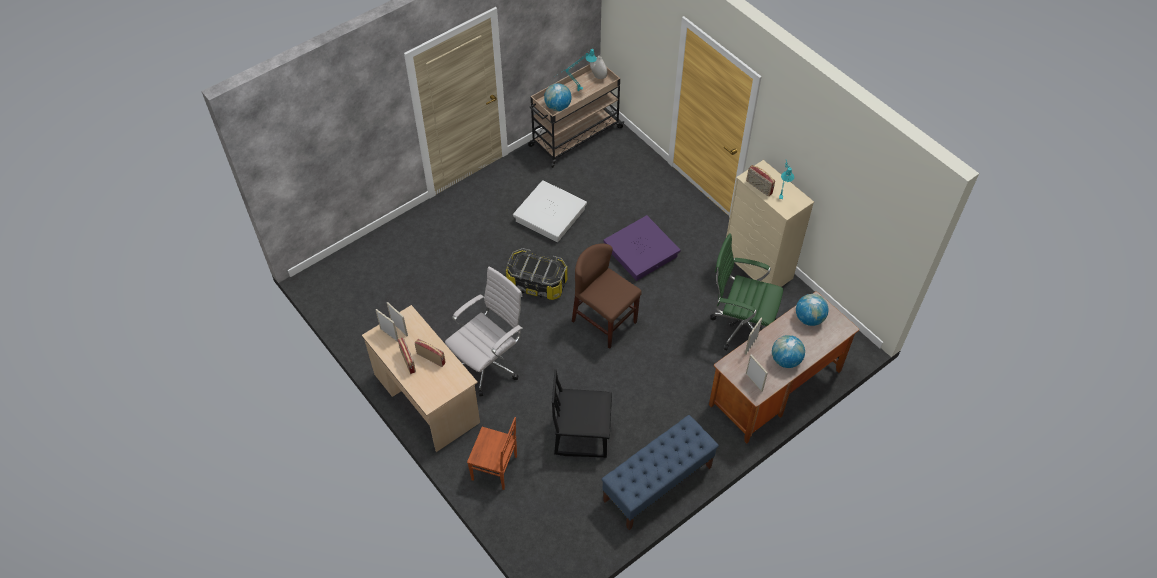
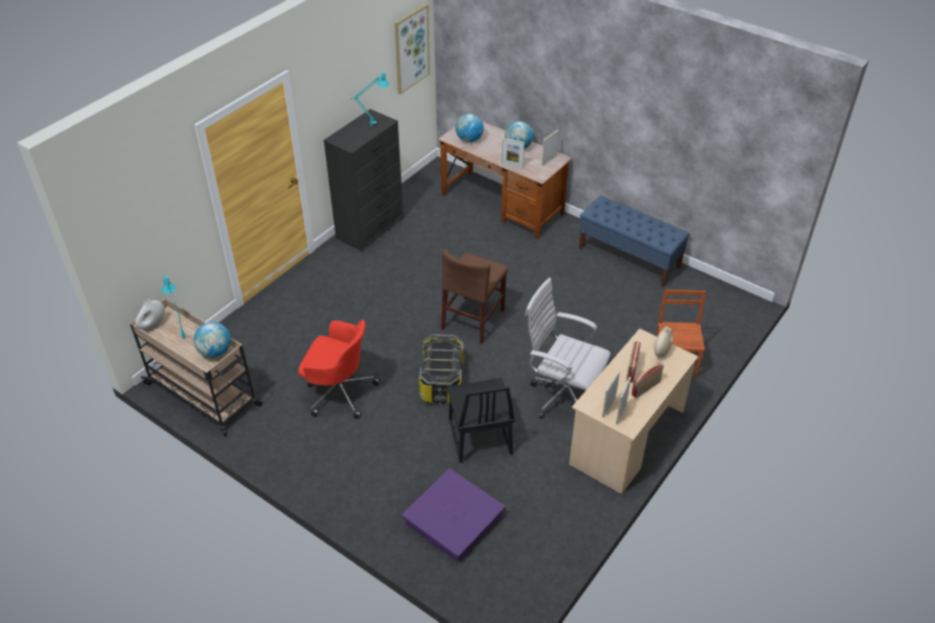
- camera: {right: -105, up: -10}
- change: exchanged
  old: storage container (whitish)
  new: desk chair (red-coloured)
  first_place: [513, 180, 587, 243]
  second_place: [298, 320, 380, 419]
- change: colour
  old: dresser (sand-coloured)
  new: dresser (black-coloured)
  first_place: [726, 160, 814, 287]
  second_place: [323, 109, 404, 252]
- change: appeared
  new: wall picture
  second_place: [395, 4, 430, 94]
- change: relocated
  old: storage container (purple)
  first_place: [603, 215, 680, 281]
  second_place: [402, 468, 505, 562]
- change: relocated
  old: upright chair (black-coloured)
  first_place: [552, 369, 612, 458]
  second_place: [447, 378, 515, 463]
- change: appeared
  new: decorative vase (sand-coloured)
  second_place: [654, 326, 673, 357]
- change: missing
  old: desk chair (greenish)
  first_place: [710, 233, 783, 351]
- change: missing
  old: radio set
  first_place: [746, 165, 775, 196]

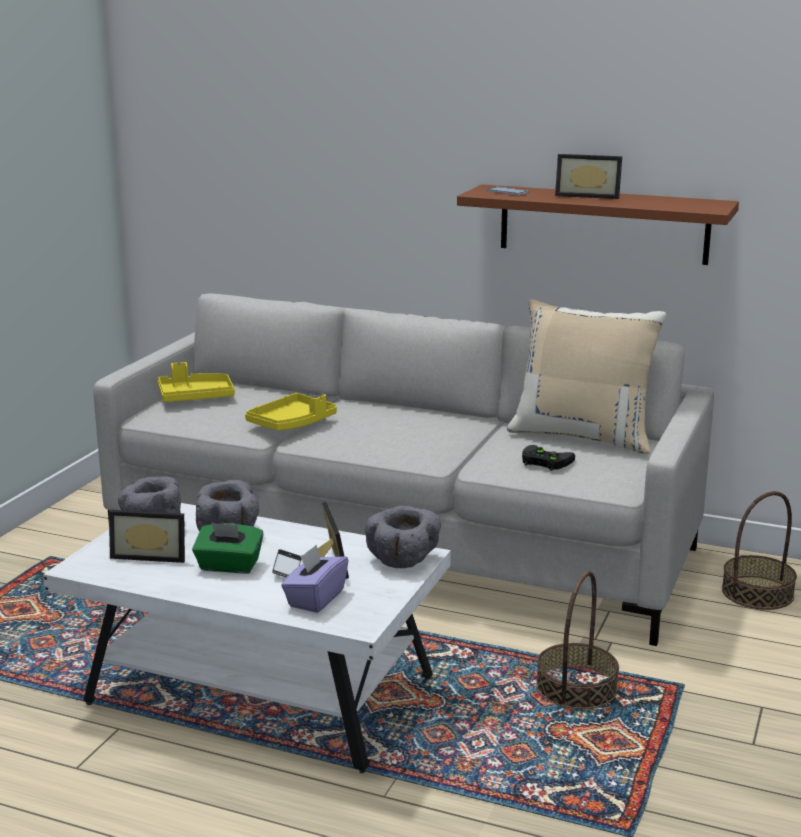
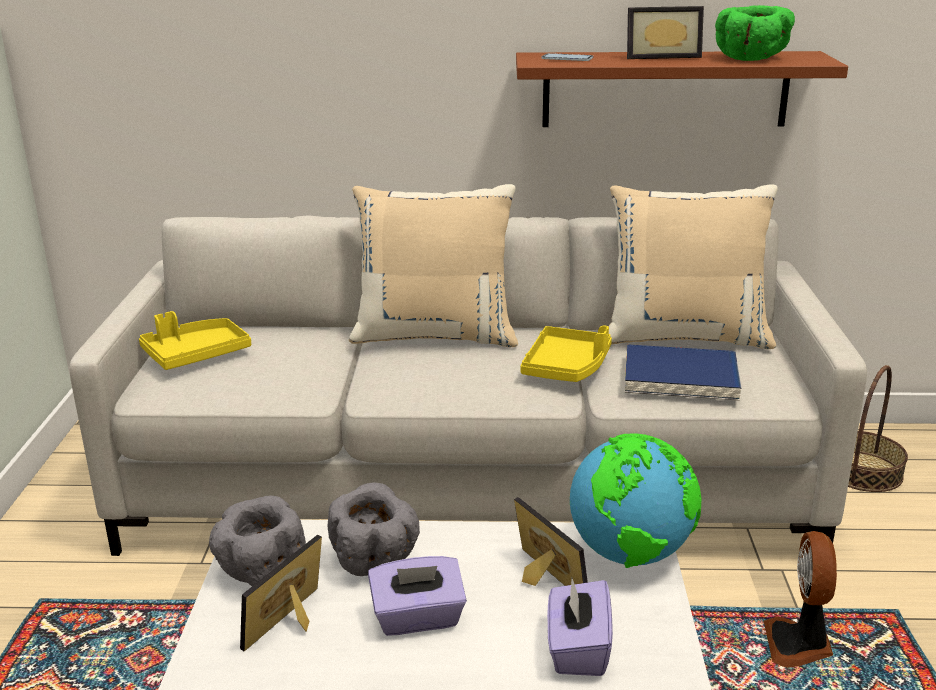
- camera: {right: -20, up: 5}
- change: spun
  old: photo frame
  first_place: [109, 510, 185, 563]
  second_place: [240, 535, 322, 651]
  degrees: 135
- change: appeared
  new: pillow (sand-coloured)
  second_place: [349, 184, 518, 347]
- change: colour
  old: tissue holder (greenish)
  new: tissue holder (purple)
  first_place: [192, 522, 263, 573]
  second_place: [368, 556, 467, 636]
- change: relocated
  old: carrying tray (yellow-coloured)
  first_place: [245, 393, 337, 431]
  second_place: [520, 326, 612, 382]
- change: exchanged
  old: bowl (grey)
  new: globe
  first_place: [364, 505, 441, 568]
  second_place: [570, 433, 701, 568]
- change: exchanged
  old: game controller (black-coloured)
  new: volume (blue-coloured)
  first_place: [522, 445, 575, 471]
  second_place: [625, 345, 741, 401]
- change: appeared
  new: bowl (greenish)
  second_place: [715, 5, 795, 61]
- change: exchanged
  old: household basket
  new: fan
  first_place: [536, 571, 619, 709]
  second_place: [764, 531, 837, 667]
- change: missing
  old: phone
  first_place: [272, 549, 301, 578]

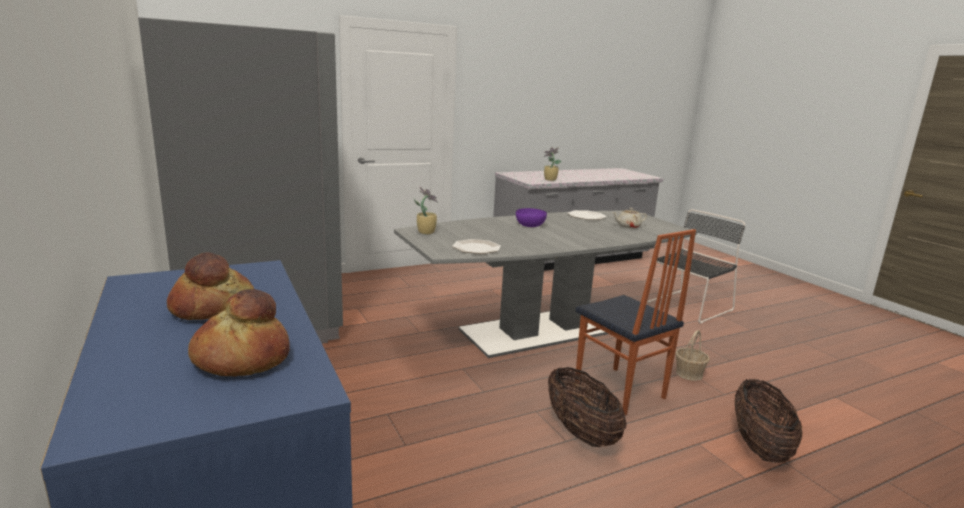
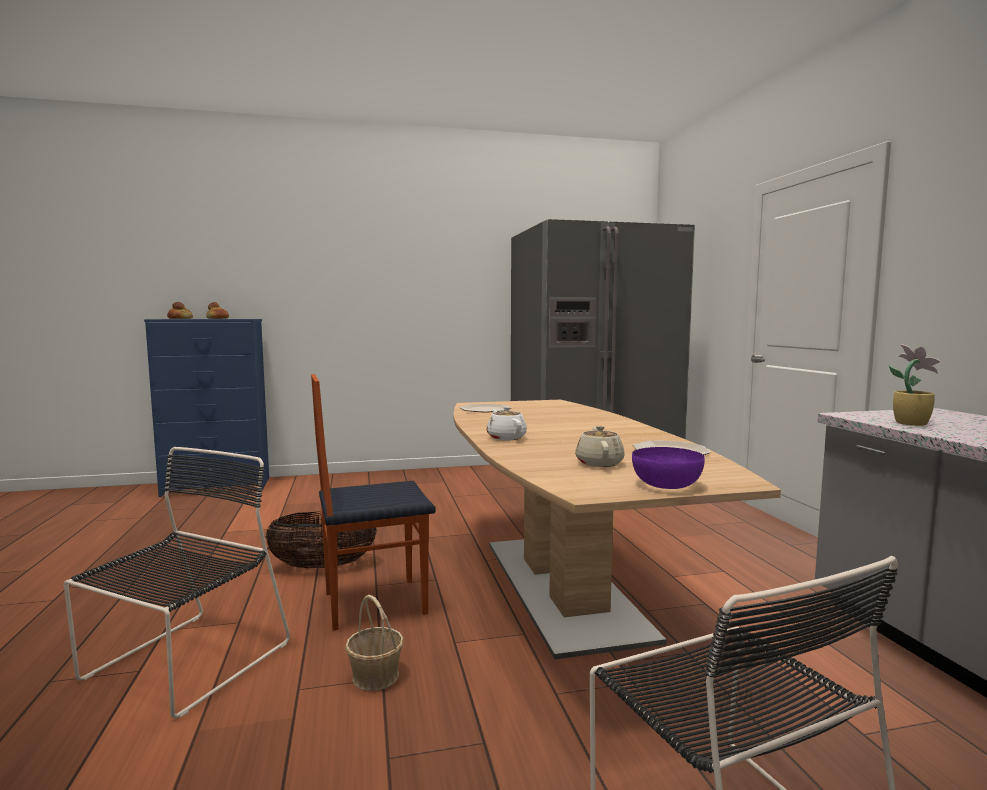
- camera: {right: 105, up: -10}
- change: exchanged
  old: household basket
  new: upright chair (black-coloured)
  first_place: [735, 379, 803, 463]
  second_place: [64, 447, 290, 718]
- change: colour
  old: dining table (grey)
  new: dining table (brown)
  first_place: [394, 211, 697, 358]
  second_place: [453, 400, 781, 659]
- change: appeared
  new: pot for tea (whitish)
  second_place: [487, 407, 527, 440]
- change: relocated
  old: bowl (purple)
  first_place: [516, 208, 547, 227]
  second_place: [632, 447, 705, 489]
- change: missing
  old: houseplant
  first_place: [414, 186, 438, 234]

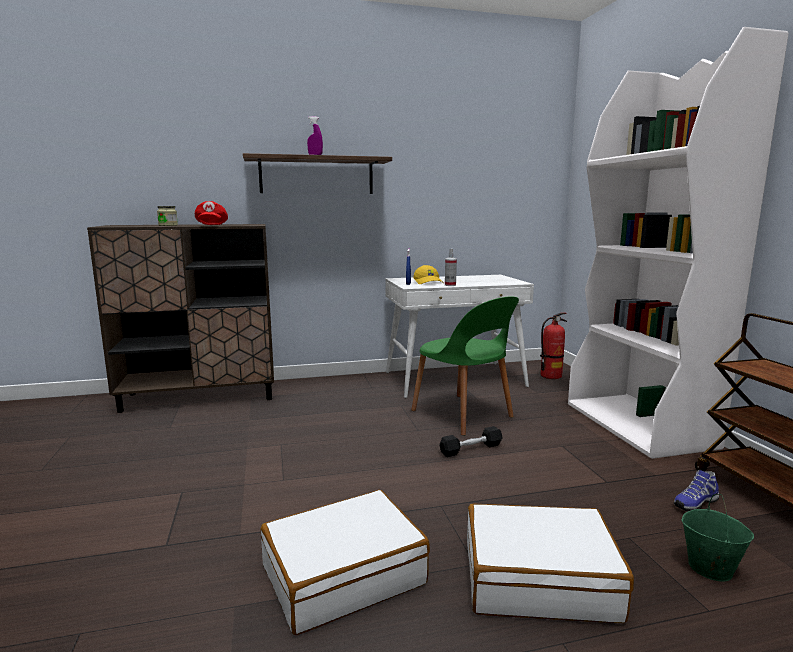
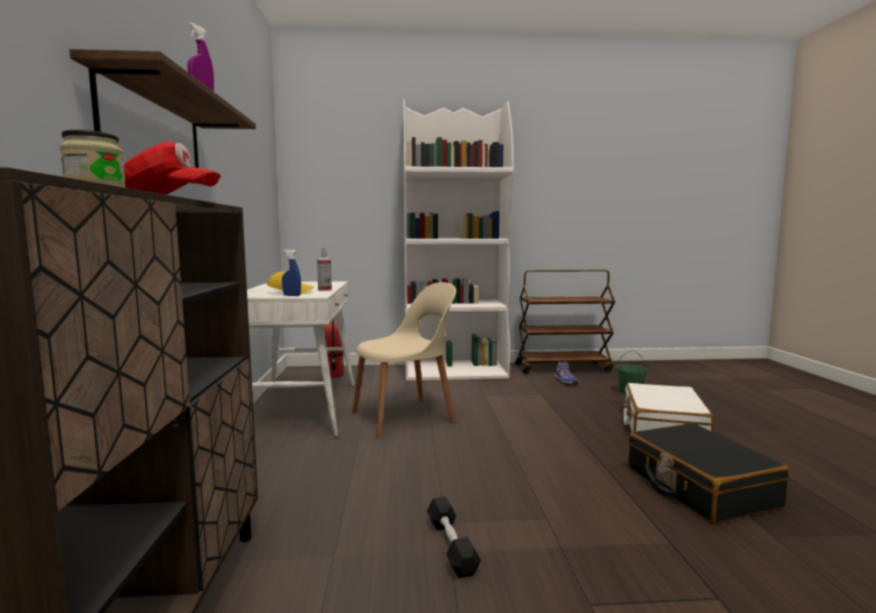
- camera: {right: -80, up: -5}
- change: colour
  old: upright chair (greenish)
  new: upright chair (sand-coloured)
  first_place: [411, 296, 519, 436]
  second_place: [352, 282, 456, 437]
- change: relocated
  old: dumbbell (black-coloured)
  first_place: [440, 426, 503, 457]
  second_place: [427, 497, 481, 578]
- change: colour
  old: suitcase (whitish)
  new: suitcase (black-coloured)
  first_place: [261, 490, 430, 635]
  second_place: [628, 423, 790, 524]

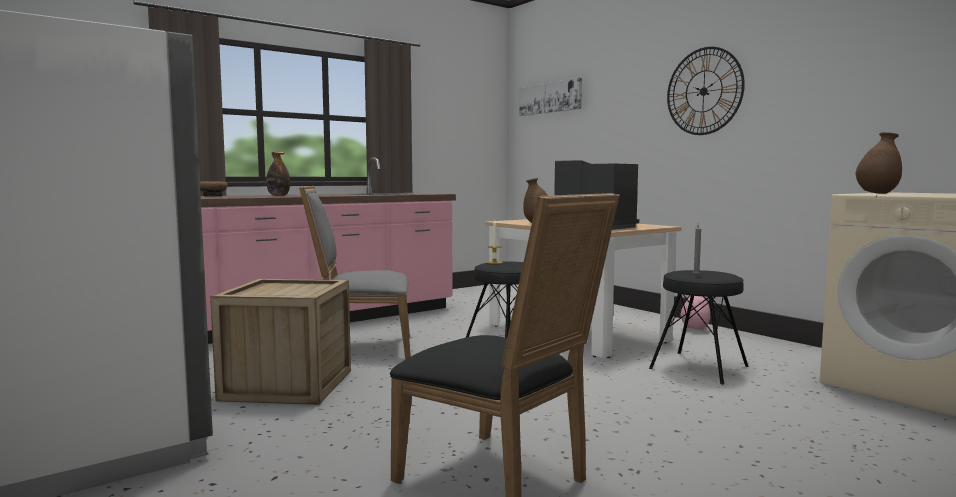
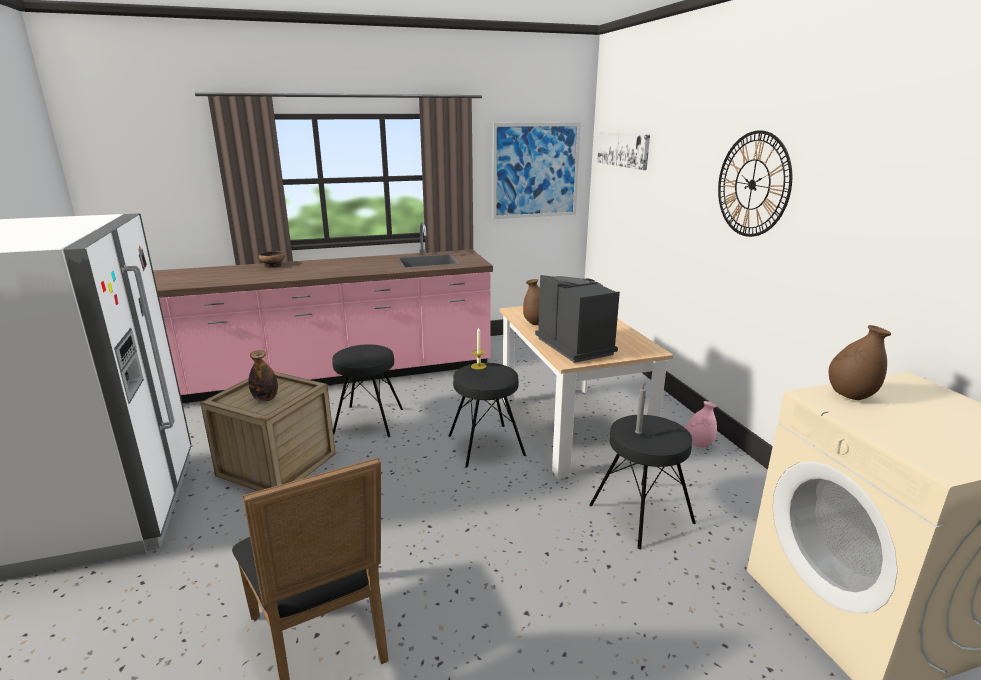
- camera: {right: 20, up: 15}
- change: relocated
  old: beverage bottle
  first_place: [266, 151, 290, 196]
  second_place: [248, 350, 278, 402]
- change: exchanged
  old: upright chair (grey)
  new: sitting stool (black-coloured)
  first_place: [299, 186, 411, 359]
  second_place: [332, 344, 403, 437]
- change: appeared
  new: wall picture
  second_place: [493, 122, 581, 219]

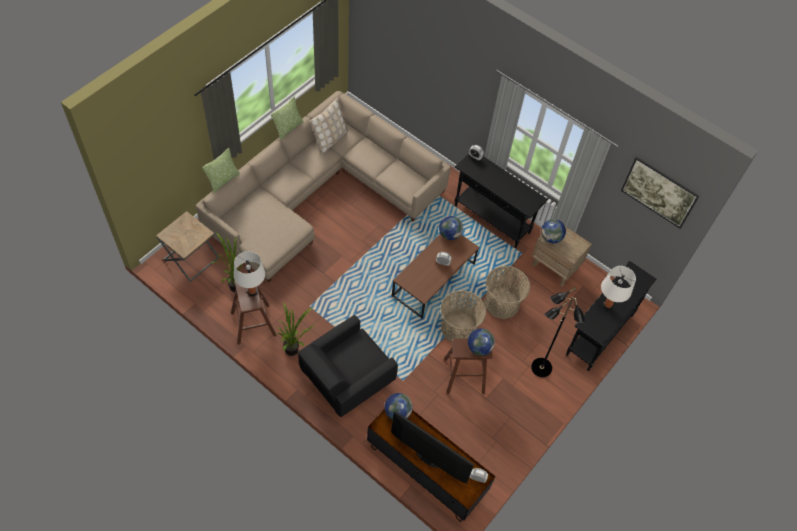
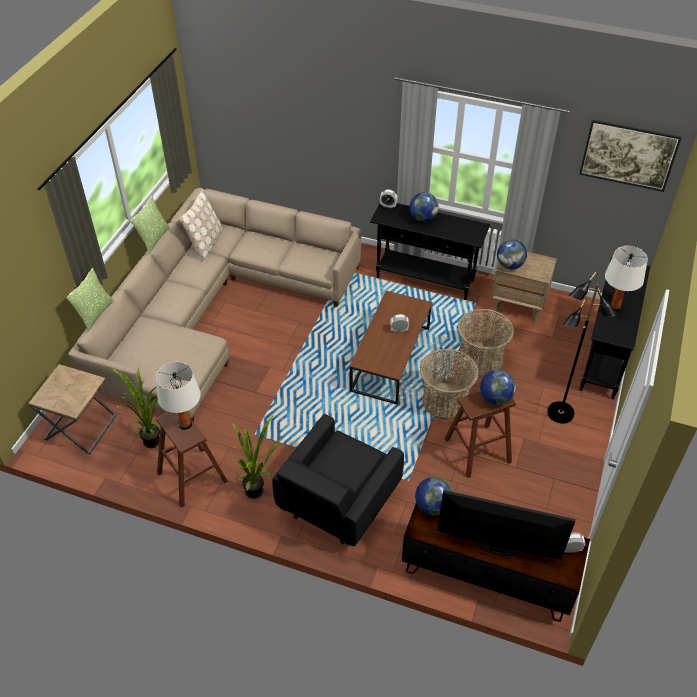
- camera: {right: -15, up: -10}
- change: relocated
  old: globe
  first_place: [439, 216, 463, 240]
  second_place: [409, 192, 439, 222]

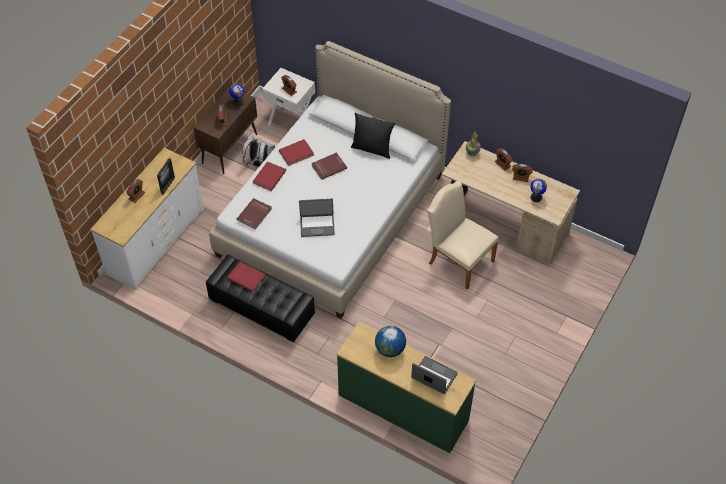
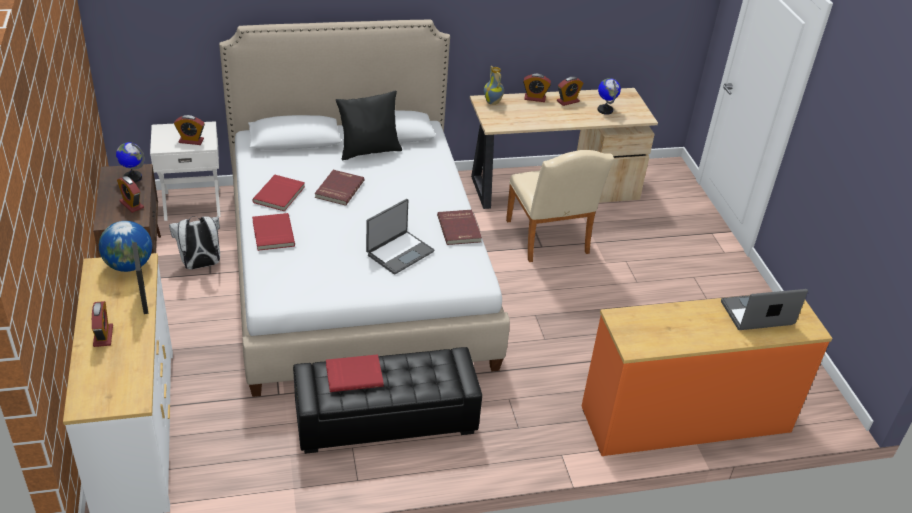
- camera: {right: -45, up: -15}
- change: relocated
  old: globe
  first_place: [375, 326, 406, 357]
  second_place: [99, 221, 152, 272]
- change: relocated
  old: volume (red-coloured)
  first_place: [237, 198, 272, 229]
  second_place: [437, 210, 482, 245]
- change: spun
  old: upright chair (sand-coloured)
  first_place: [427, 181, 498, 290]
  second_place: [506, 150, 614, 262]
  degrees: -105
- change: colour
  old: dresser (greenish)
  new: dresser (orange)
  first_place: [336, 322, 476, 453]
  second_place: [582, 295, 833, 456]

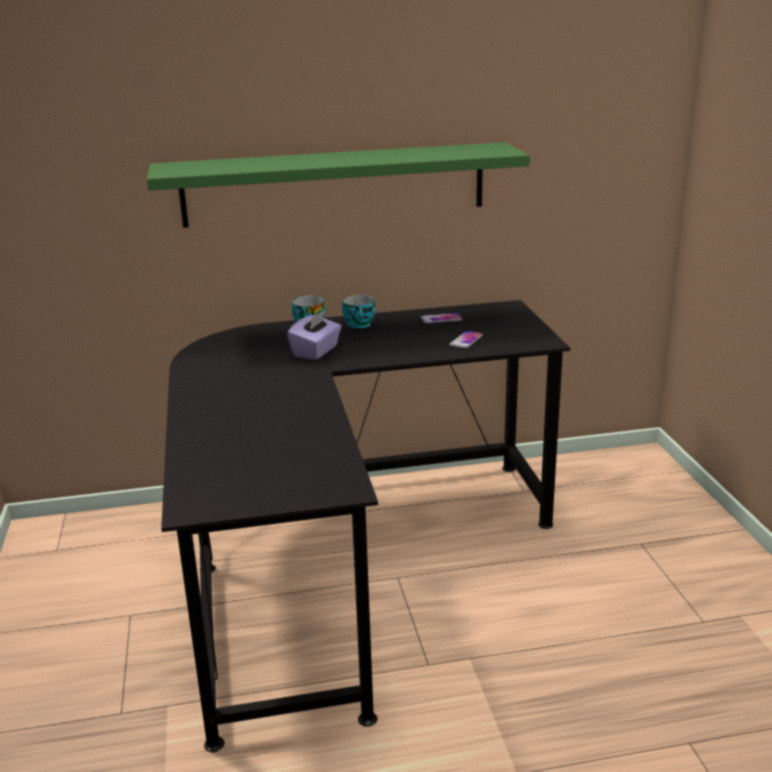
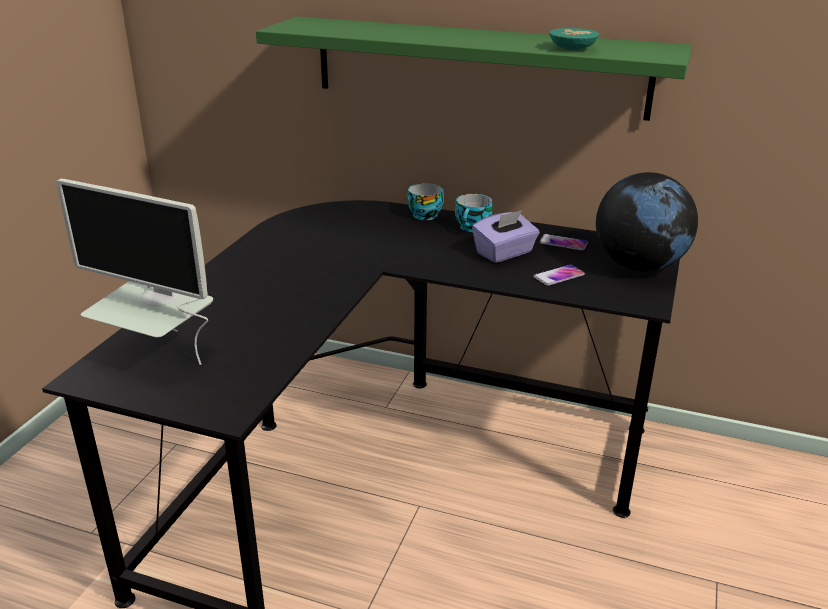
- camera: {right: 30, up: 5}
- change: appeared
  new: computer display
  second_place: [56, 179, 213, 365]
- change: relocated
  old: tissue holder (purple)
  first_place: [287, 310, 341, 360]
  second_place: [472, 210, 539, 263]
- change: appeared
  new: bowl (turquoise)
  second_place: [549, 28, 599, 50]
- change: appeared
  new: globe
  second_place: [596, 172, 698, 272]

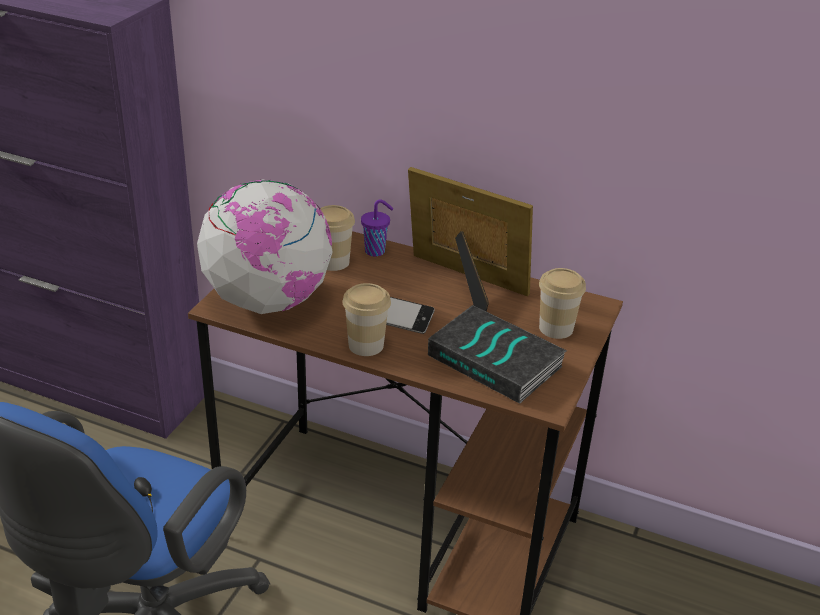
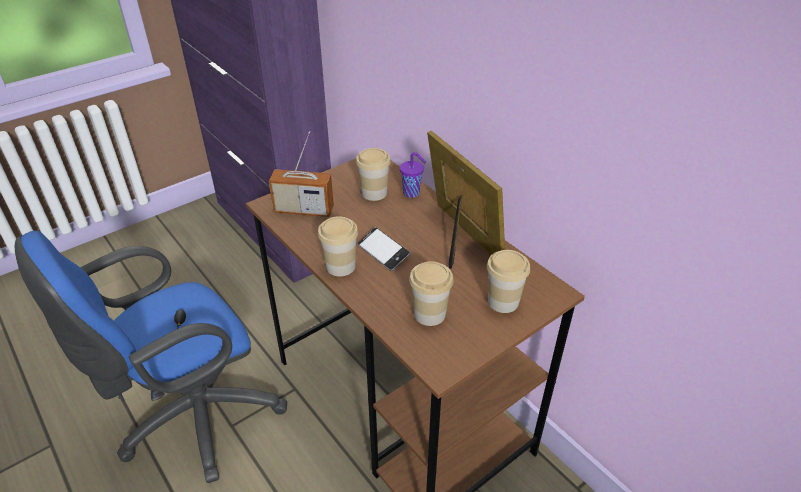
- camera: {right: 30, up: 5}
- change: exchanged
  old: globe
  new: radio set
  first_place: [197, 179, 333, 314]
  second_place: [269, 131, 334, 217]
- change: exchanged
  old: volume
  new: cup
  first_place: [428, 305, 567, 404]
  second_place: [409, 261, 454, 326]

